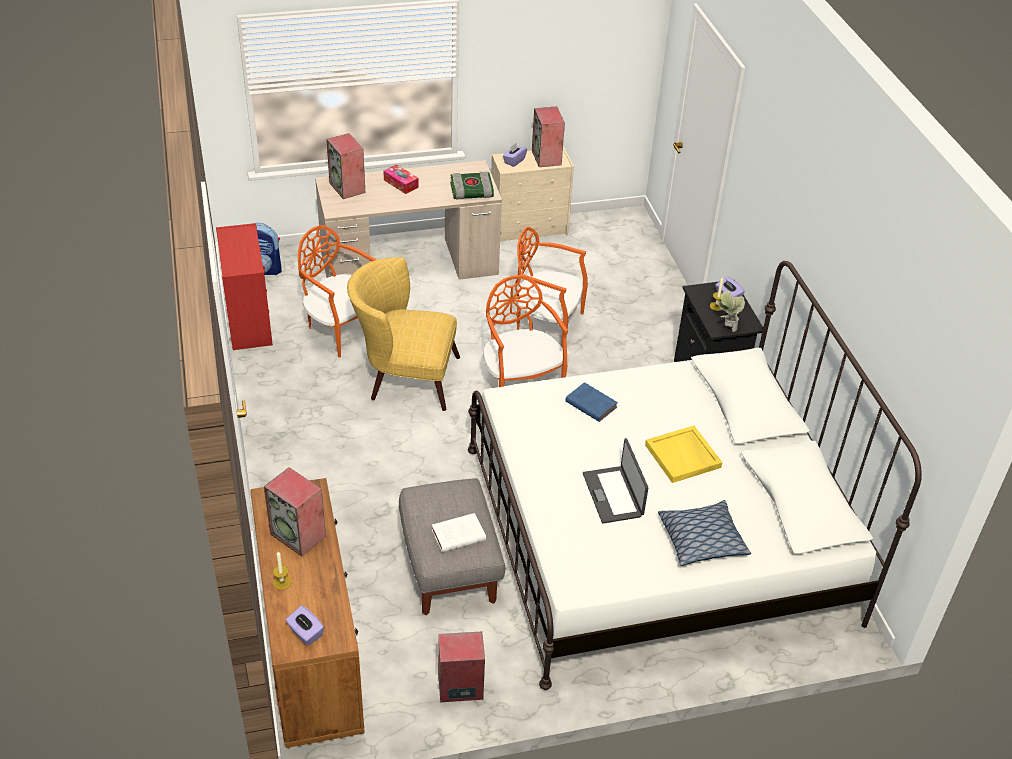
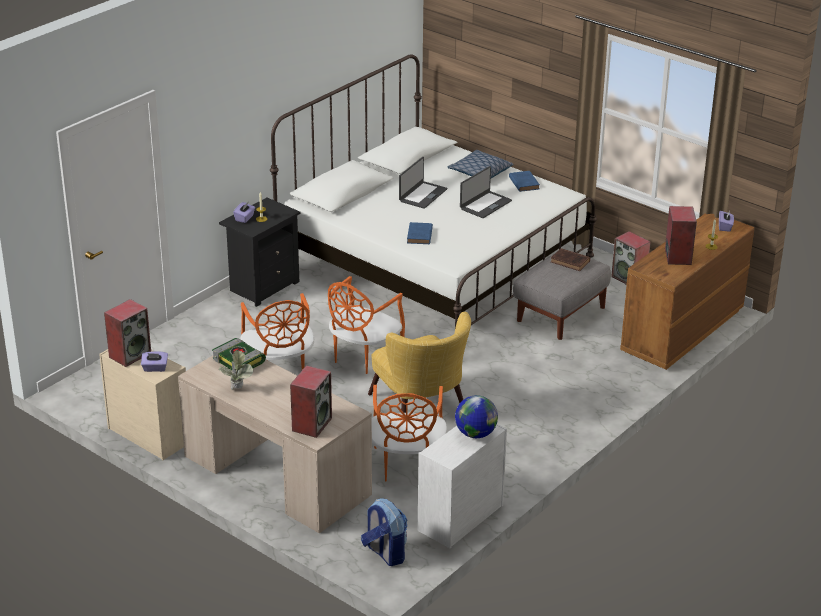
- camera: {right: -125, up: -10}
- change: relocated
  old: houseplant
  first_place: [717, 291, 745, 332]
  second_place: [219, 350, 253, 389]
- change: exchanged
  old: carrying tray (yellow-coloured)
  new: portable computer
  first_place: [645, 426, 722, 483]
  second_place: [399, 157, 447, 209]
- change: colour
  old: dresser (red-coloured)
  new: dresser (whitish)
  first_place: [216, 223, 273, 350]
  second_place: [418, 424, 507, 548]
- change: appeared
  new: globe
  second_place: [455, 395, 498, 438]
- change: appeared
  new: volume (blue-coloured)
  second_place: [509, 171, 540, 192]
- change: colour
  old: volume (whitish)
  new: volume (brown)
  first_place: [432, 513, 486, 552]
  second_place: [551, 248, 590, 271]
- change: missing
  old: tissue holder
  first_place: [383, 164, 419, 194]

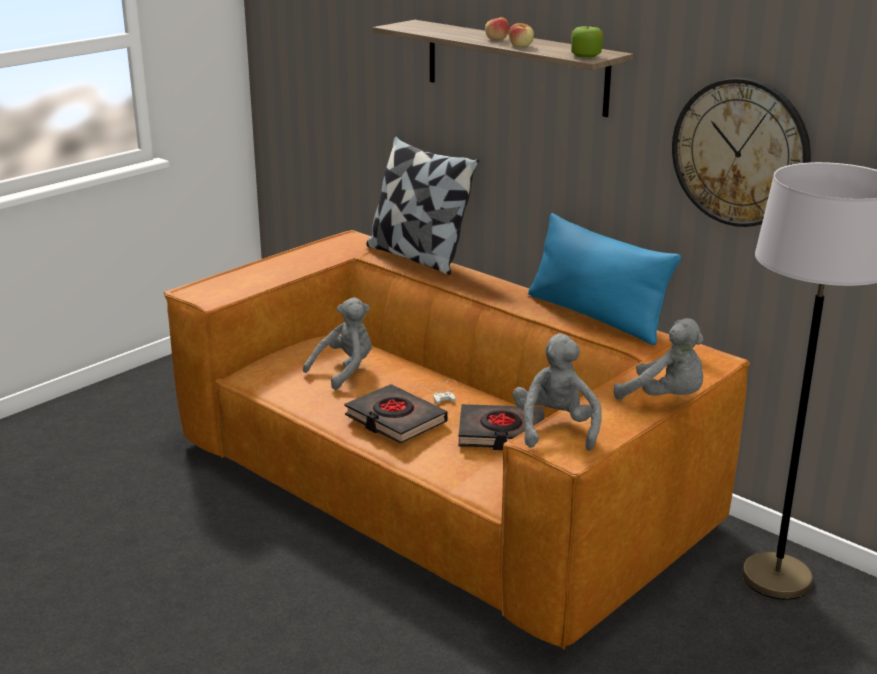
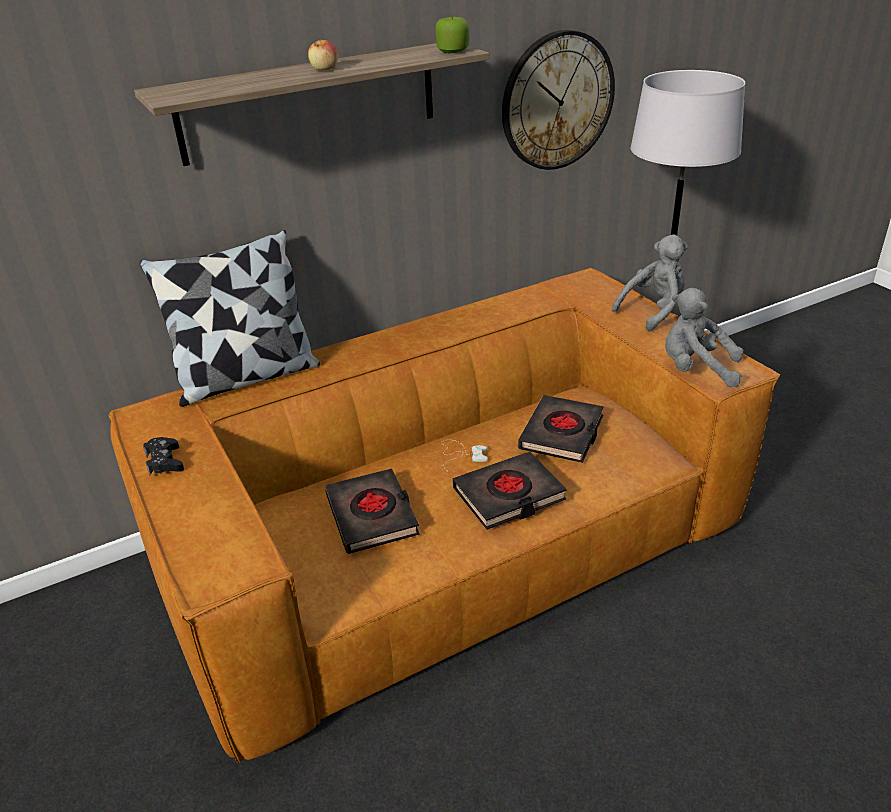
- camera: {right: -70, up: 10}
- change: appeared
  new: game controller (black-coloured)
  second_place: [143, 437, 184, 476]
- change: exchanged
  old: plush toy (grey)
  new: volume (black-coloured)
  first_place: [303, 297, 372, 390]
  second_place: [325, 469, 420, 554]
- change: missing
  old: apple
  first_place: [509, 23, 534, 47]
- change: missing
  old: pillow (blue-coloured)
  first_place: [528, 213, 681, 345]

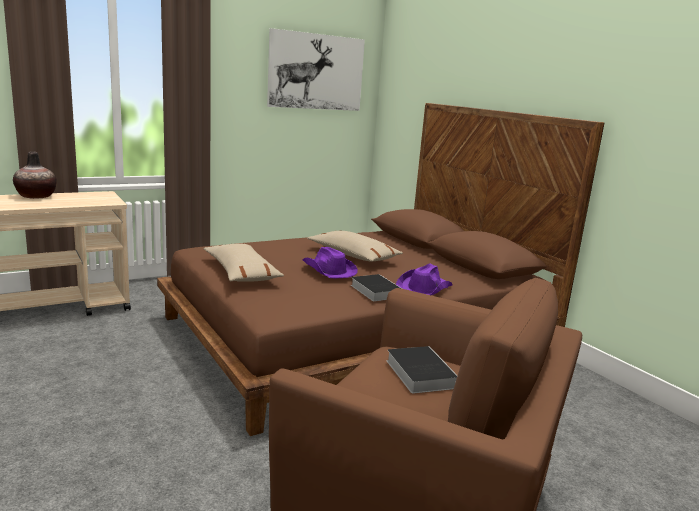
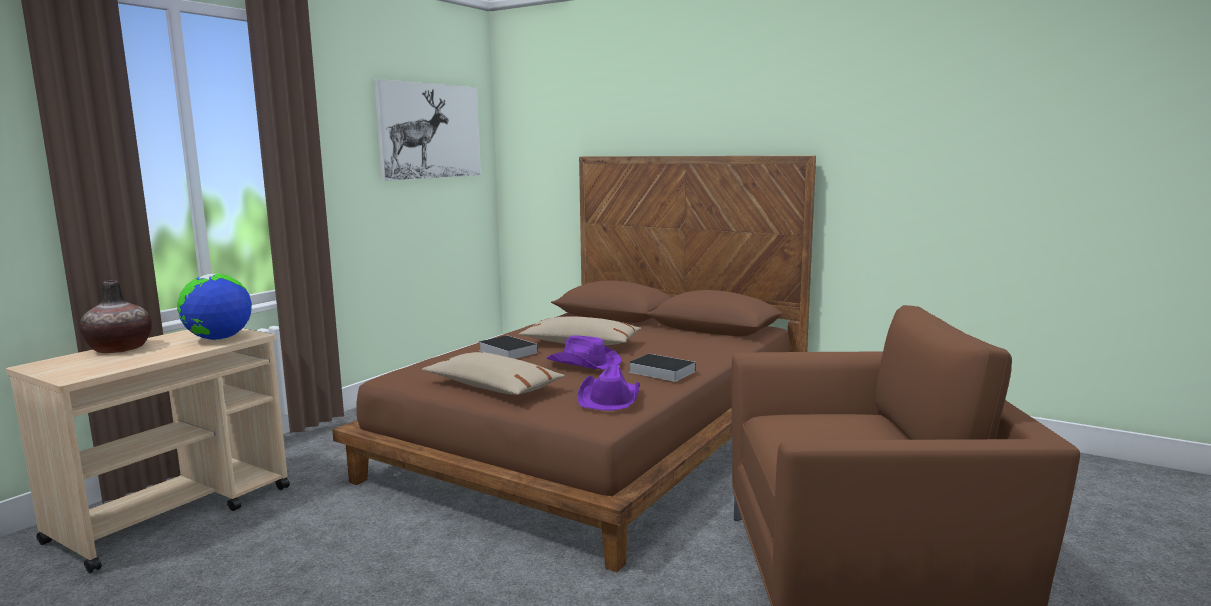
- camera: {right: -25, up: -5}
- change: appeared
  new: globe
  second_place: [177, 273, 252, 340]
- change: relocated
  old: volume
  first_place: [387, 346, 458, 393]
  second_place: [479, 335, 538, 359]
- change: relocated
  old: hat (purple)
  first_place: [396, 263, 453, 295]
  second_place: [577, 364, 640, 411]

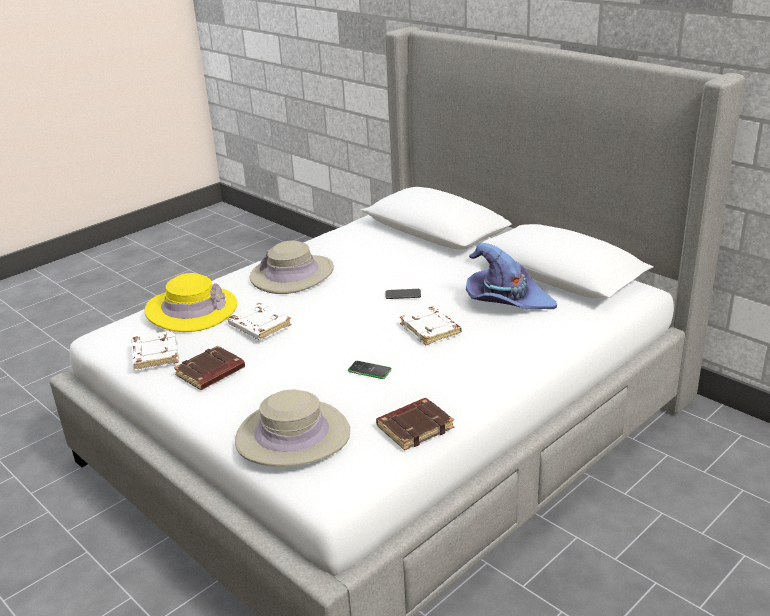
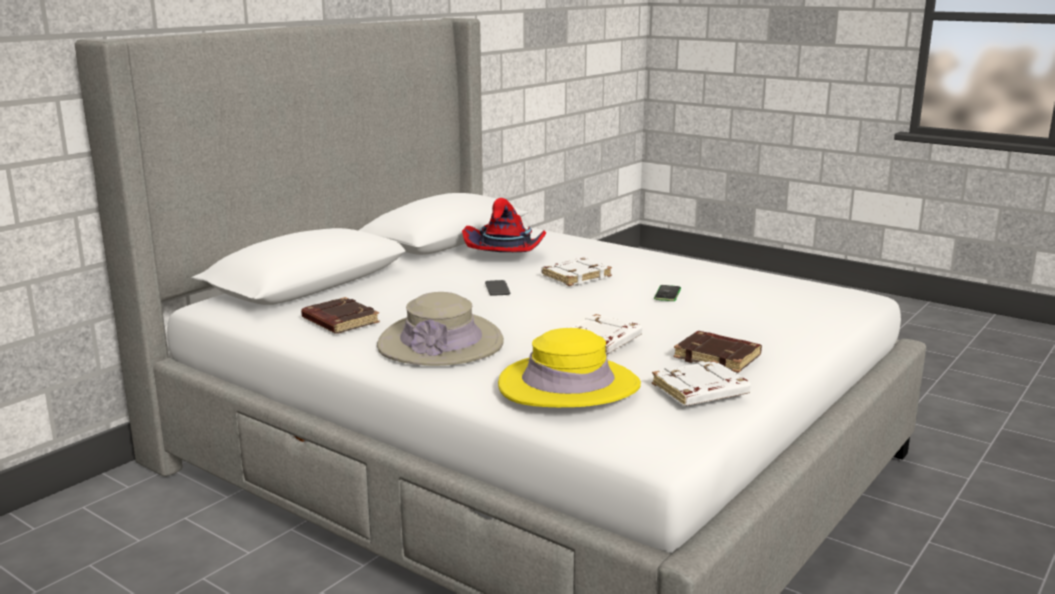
- camera: {right: -100, up: -10}
- change: relocated
  old: volume (brown)
  first_place: [376, 398, 454, 450]
  second_place: [301, 297, 380, 334]
- change: colour
  old: hat (purple)
  new: hat (red-coloured)
  first_place: [466, 243, 557, 309]
  second_place: [462, 198, 546, 252]
- change: missing
  old: hat (sand-coloured)
  first_place: [235, 389, 350, 467]

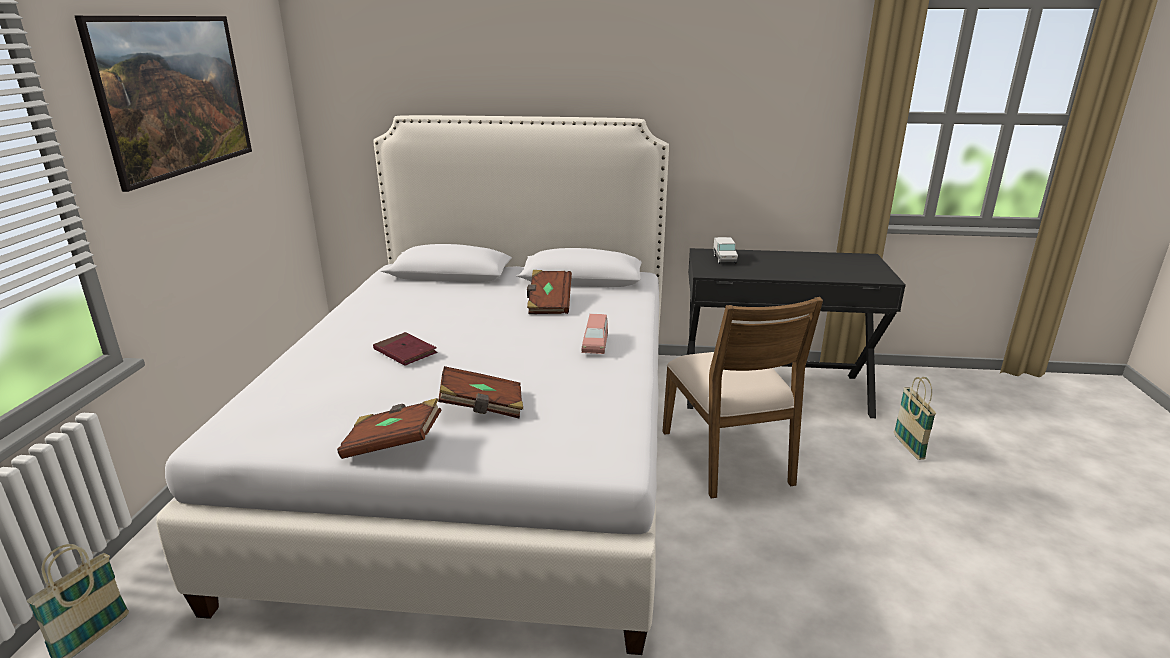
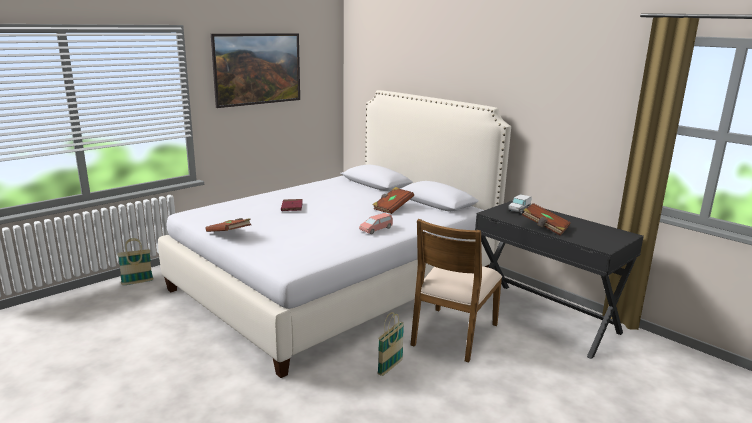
- camera: {right: 40, up: -5}
- change: relocated
  old: household basket
  first_place: [894, 377, 936, 460]
  second_place: [377, 312, 404, 376]
- change: relocated
  old: volume (brown)
  first_place: [438, 366, 523, 418]
  second_place: [522, 203, 571, 235]

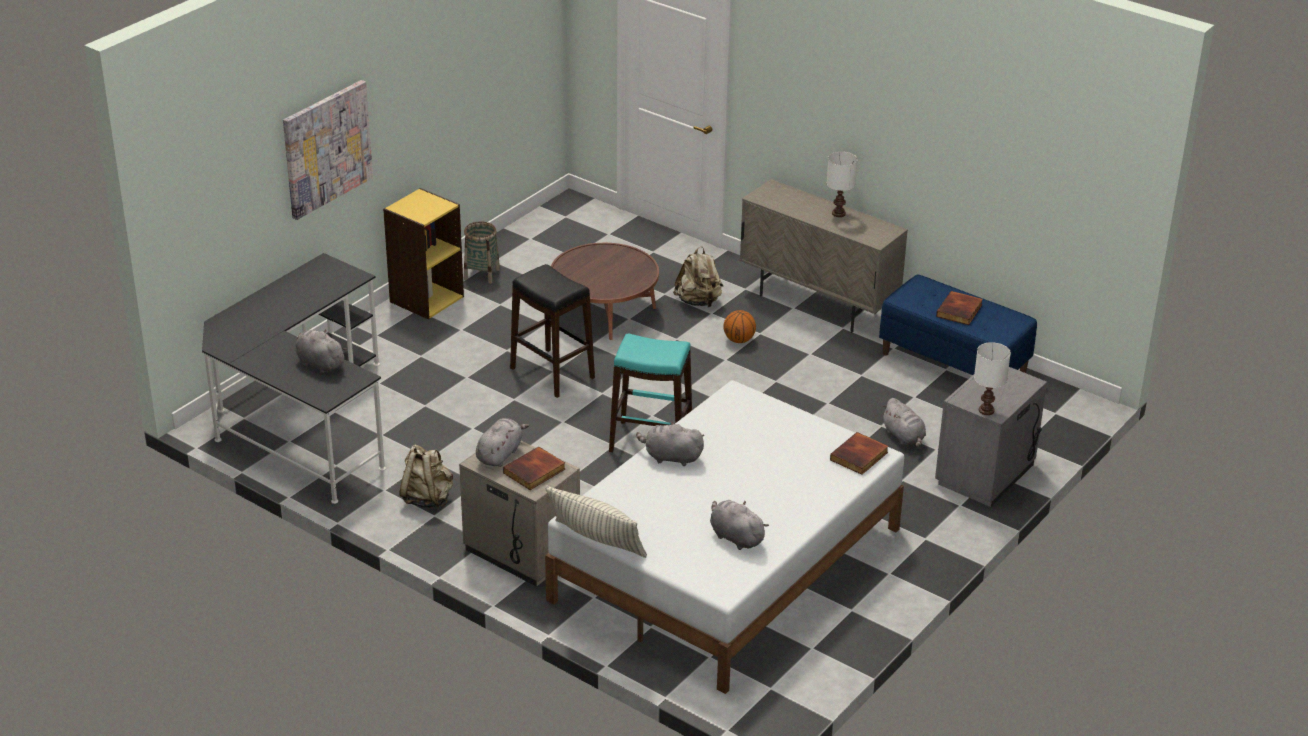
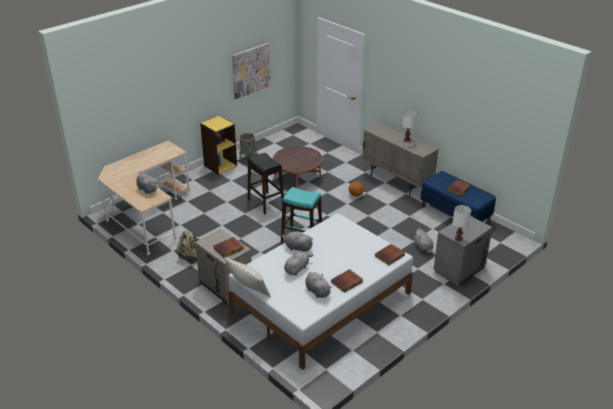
- camera: {right: 10, up: 0}
- change: colour
  old: desk (black-coloured)
  new: desk (sand-coloured)
  first_place: [202, 253, 386, 504]
  second_place: [98, 141, 190, 255]
- change: relocated
  old: wall picture
  first_place: [283, 80, 373, 220]
  second_place: [232, 43, 271, 99]
- change: relocated
  old: plush toy (grey)
  first_place: [476, 418, 529, 467]
  second_place: [284, 251, 313, 275]
- change: appeared
  new: volume
  second_place: [331, 269, 363, 293]
- change: missing
  old: backpack (sand-coloured)
  first_place: [673, 246, 723, 307]

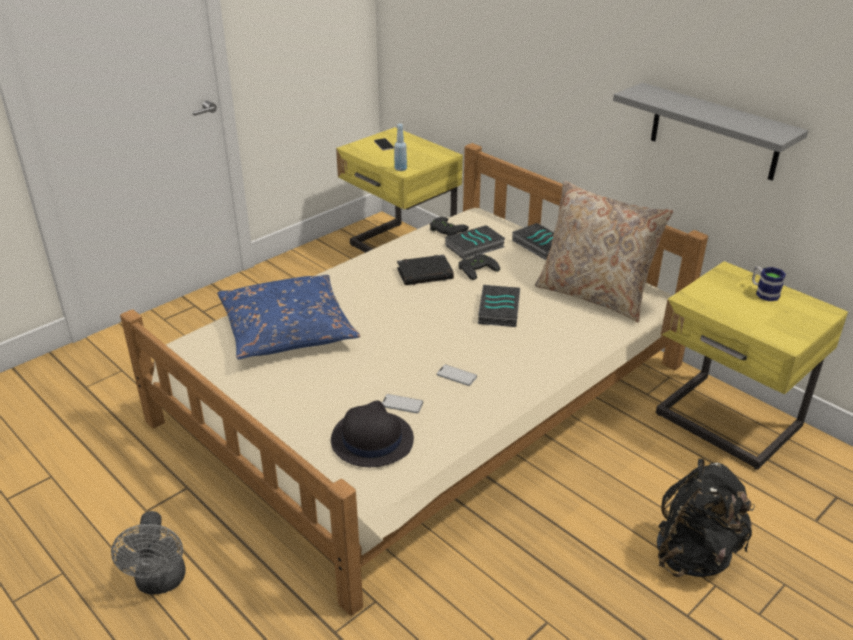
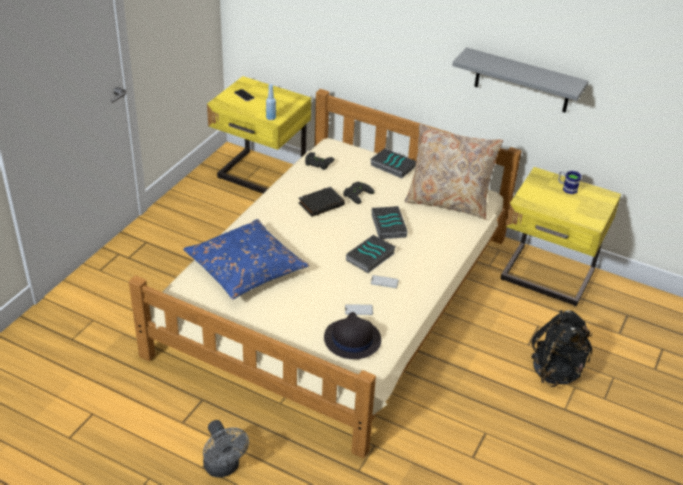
- camera: {right: -20, up: 5}
- change: relocated
  old: volume
  first_place: [445, 225, 506, 259]
  second_place: [346, 235, 395, 273]

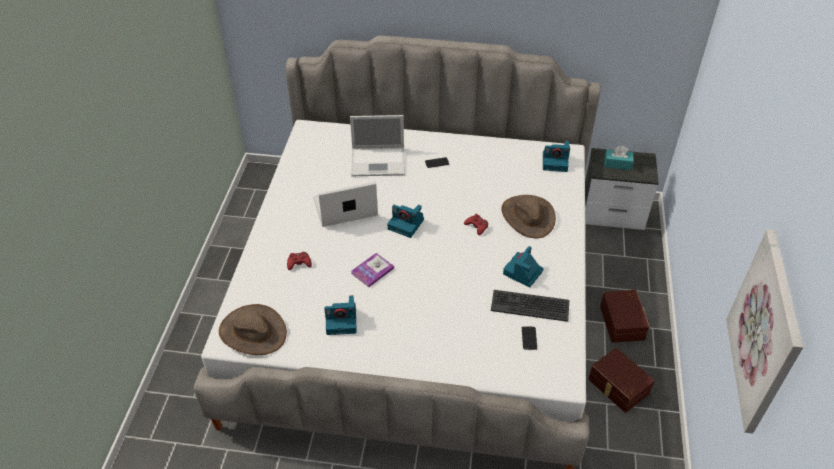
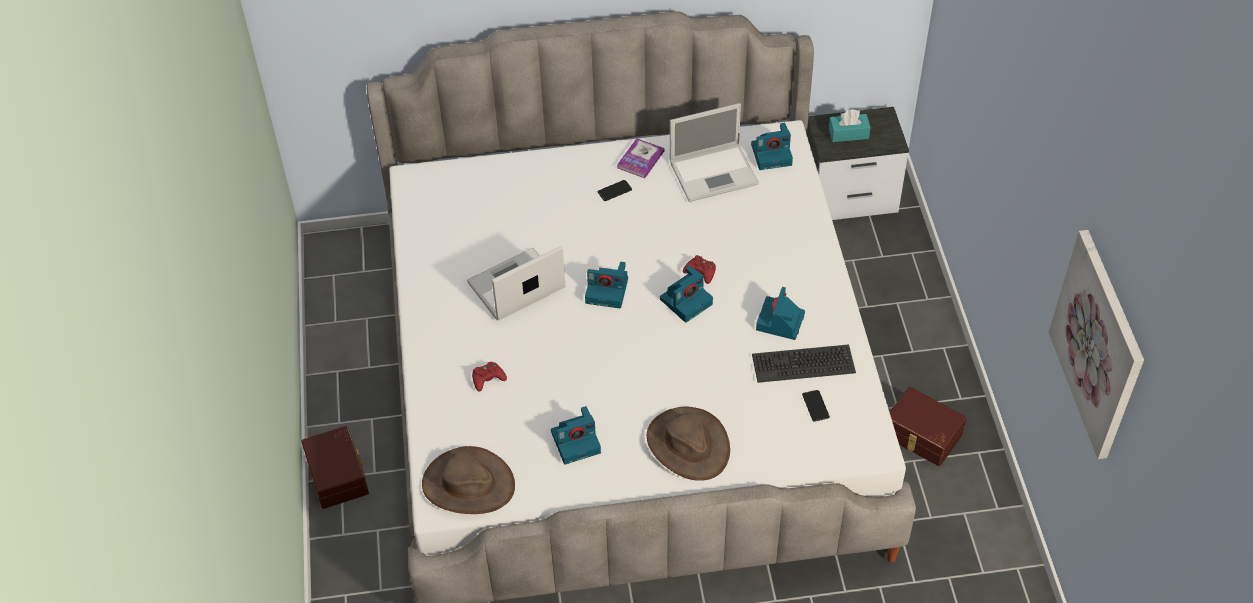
- camera: {right: -15, up: 5}
- change: relocated
  old: storage container (brown)
  first_place: [600, 290, 650, 343]
  second_place: [301, 426, 369, 509]
- change: relocated
  old: volume
  first_place: [351, 253, 394, 287]
  second_place: [617, 138, 664, 178]
- change: relocated
  old: hat (brown)
  first_place: [501, 195, 556, 238]
  second_place: [647, 407, 730, 481]
- change: appeared
  new: photo camera
  second_place: [660, 265, 713, 323]
- change: relocated
  old: portable computer
  first_place: [350, 115, 405, 176]
  second_place: [670, 103, 759, 202]

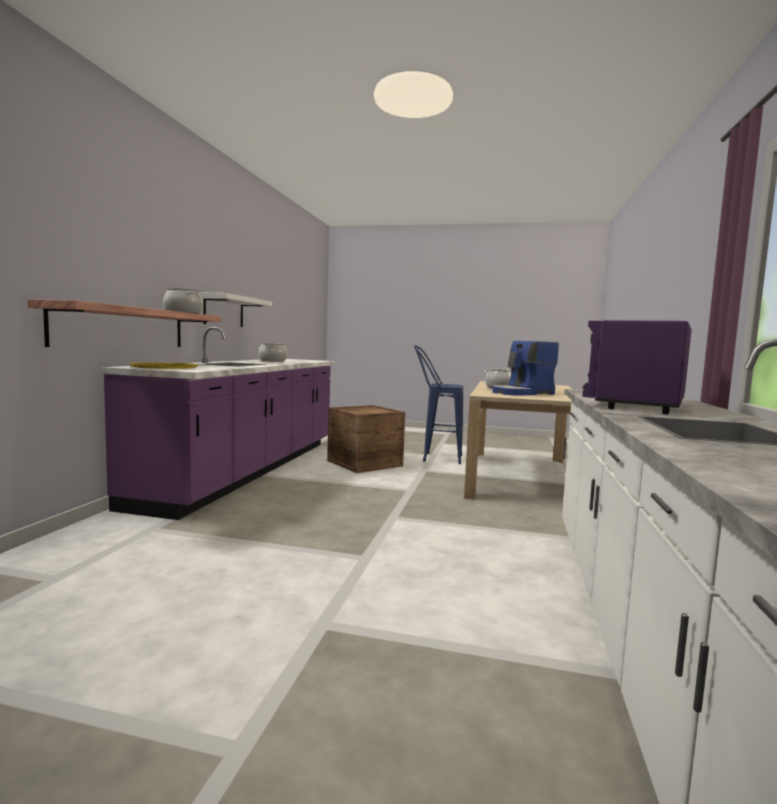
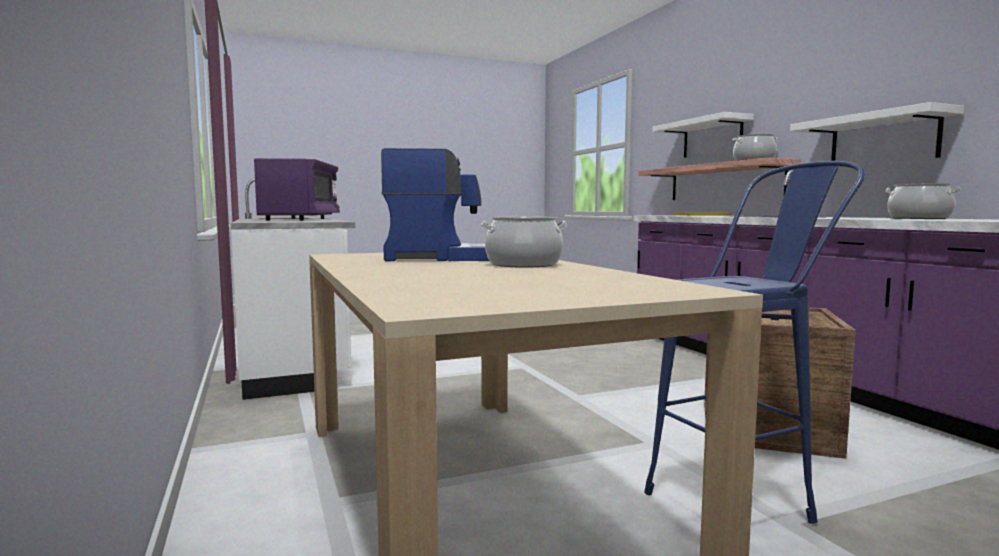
- camera: {right: 145, up: 0}
- change: spun
  old: coffee brewer
  first_place: [492, 341, 559, 396]
  second_place: [381, 148, 489, 261]
  degrees: 60
- change: appeared
  new: bracket shelf (whitish)
  second_place: [652, 112, 754, 158]

